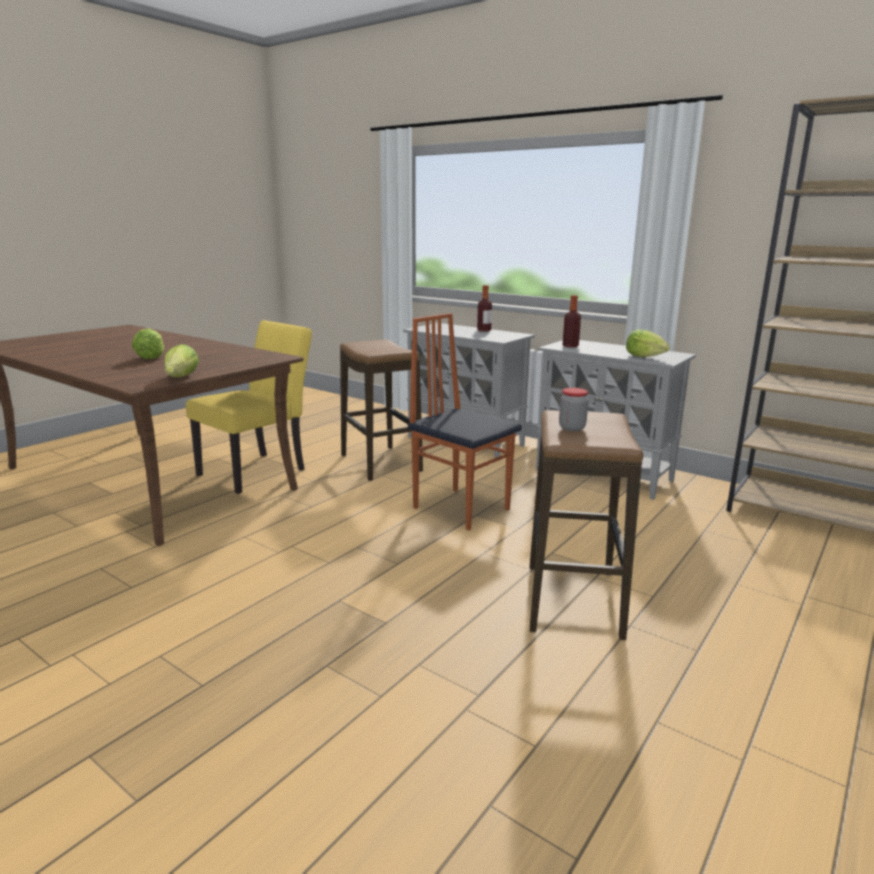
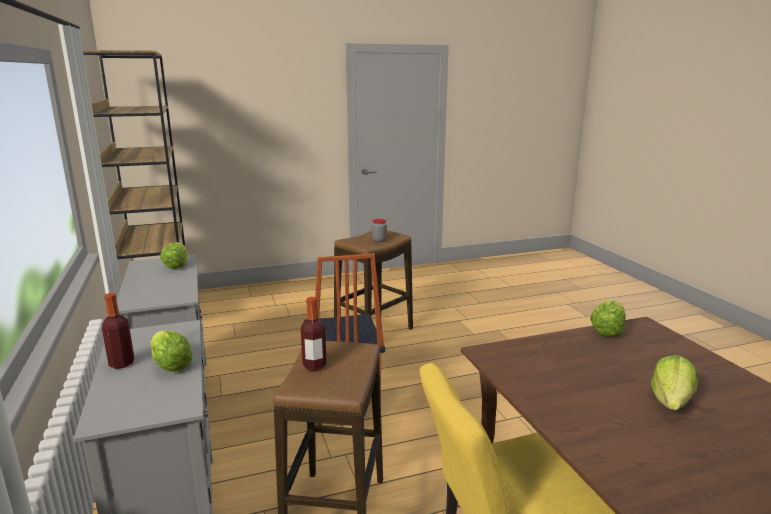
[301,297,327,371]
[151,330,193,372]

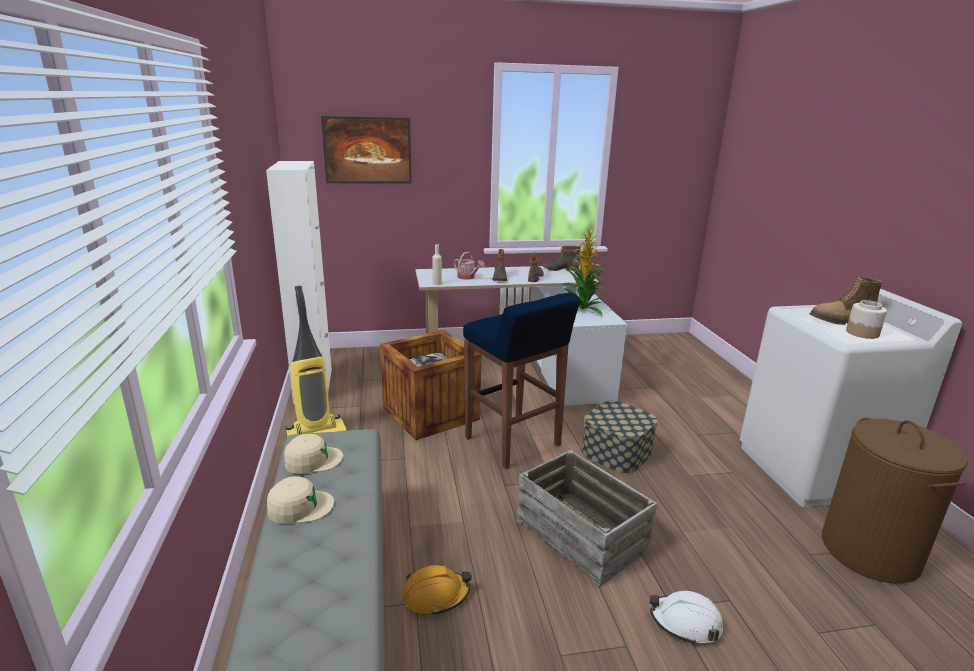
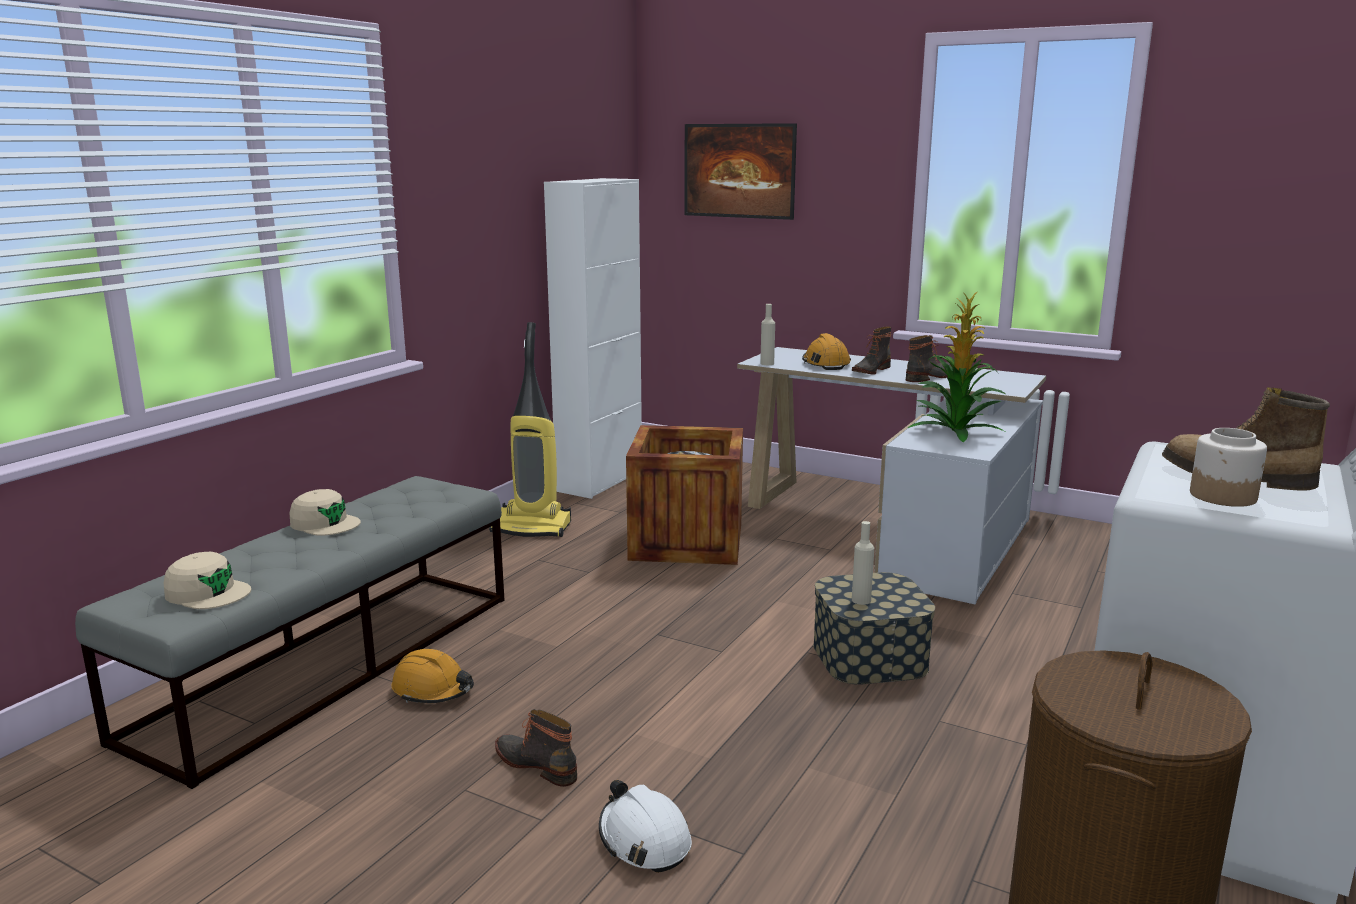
[164,552,251,609]
[802,333,851,370]
[463,292,580,469] (first image)
[516,450,657,587] (first image)
[495,709,577,787]
[852,521,874,605]

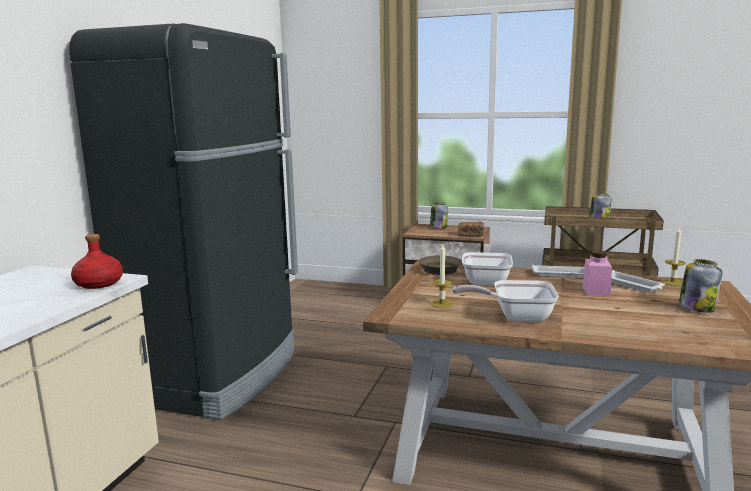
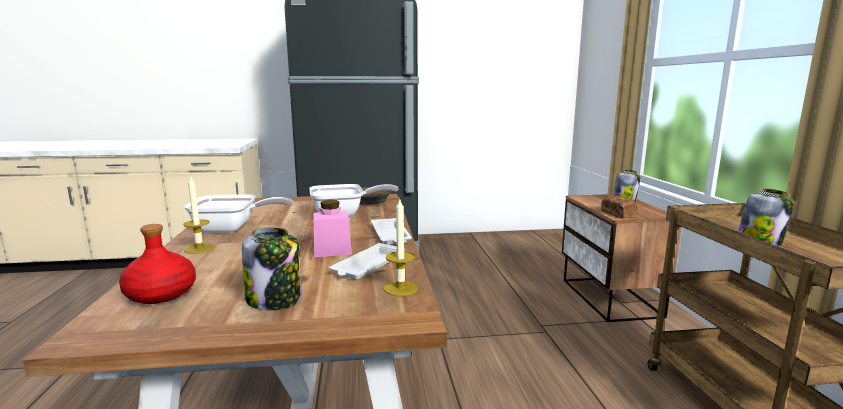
[119,224,196,304]
[183,175,215,254]
[184,194,293,233]

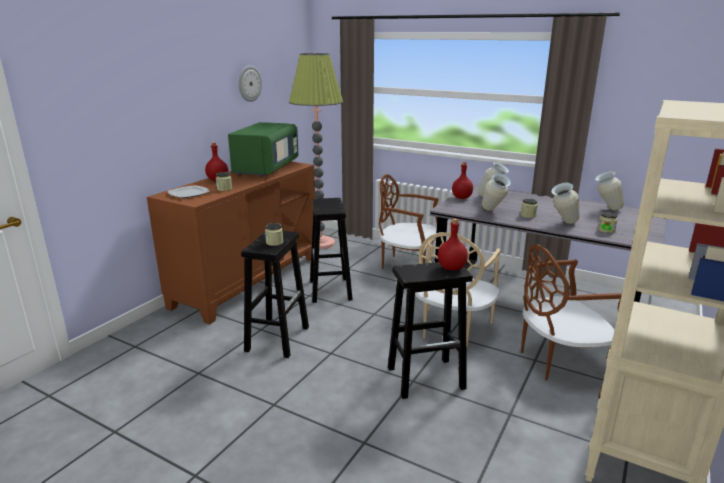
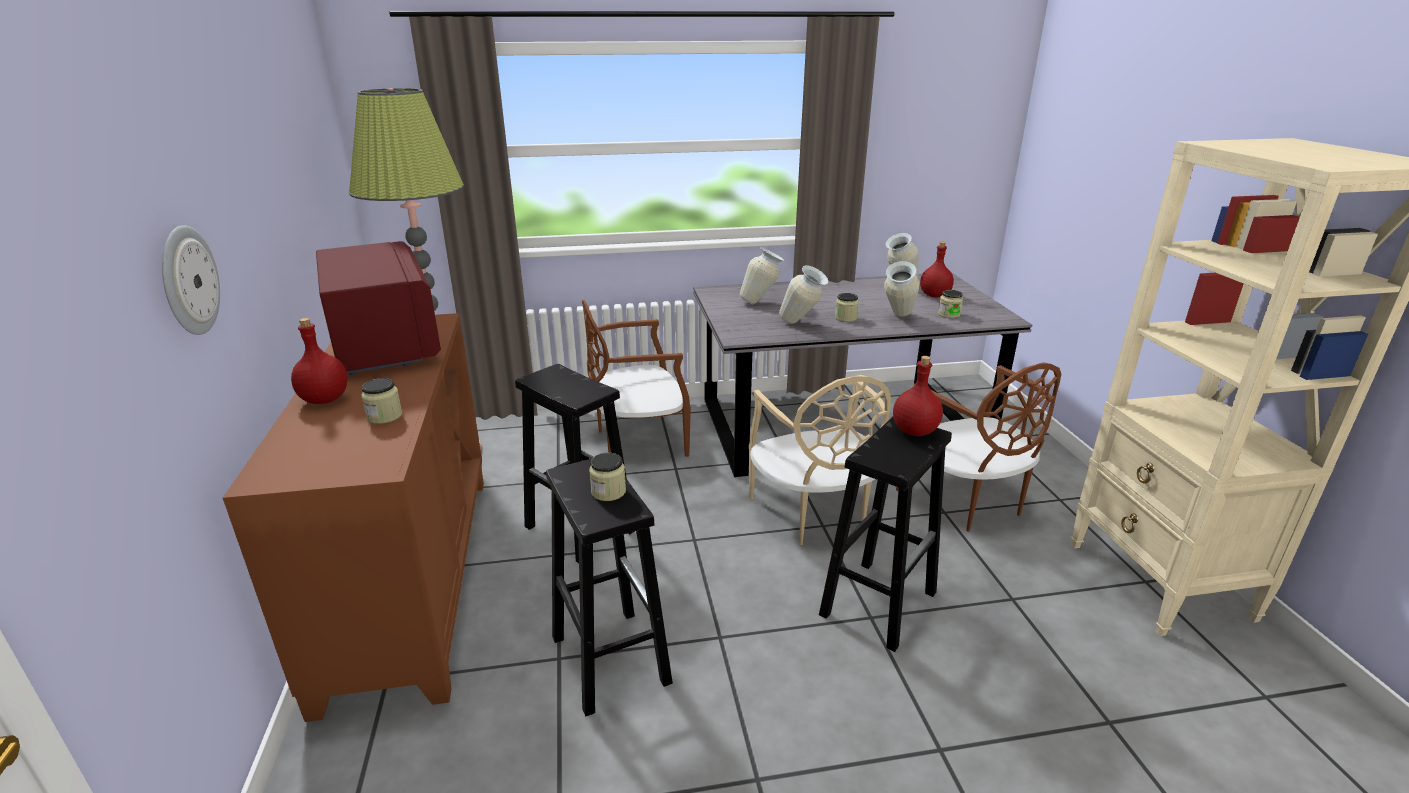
[168,185,210,198] (first image)
[316,241,441,375]
[162,225,220,335]
[920,242,954,298]
[896,362,1061,532]

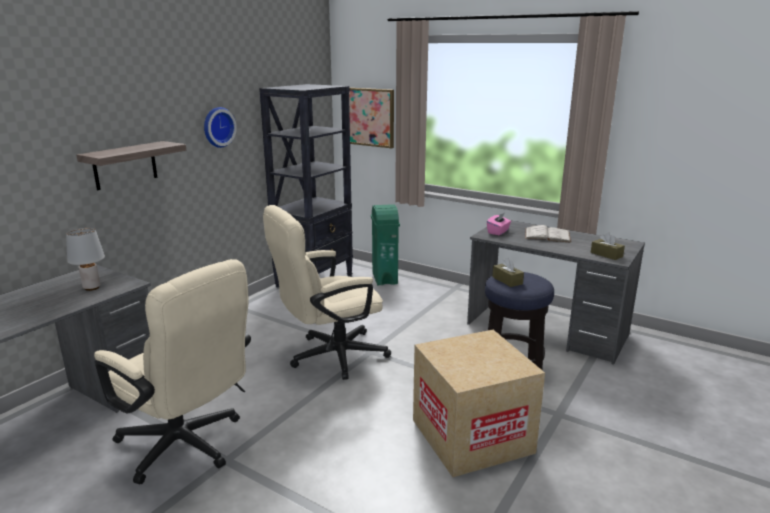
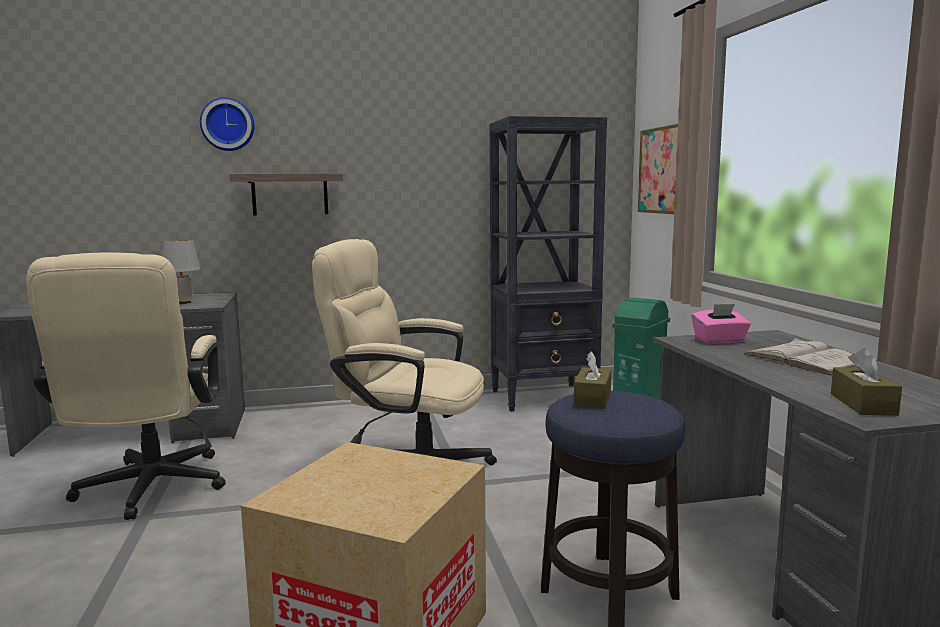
[200,97,254,151]

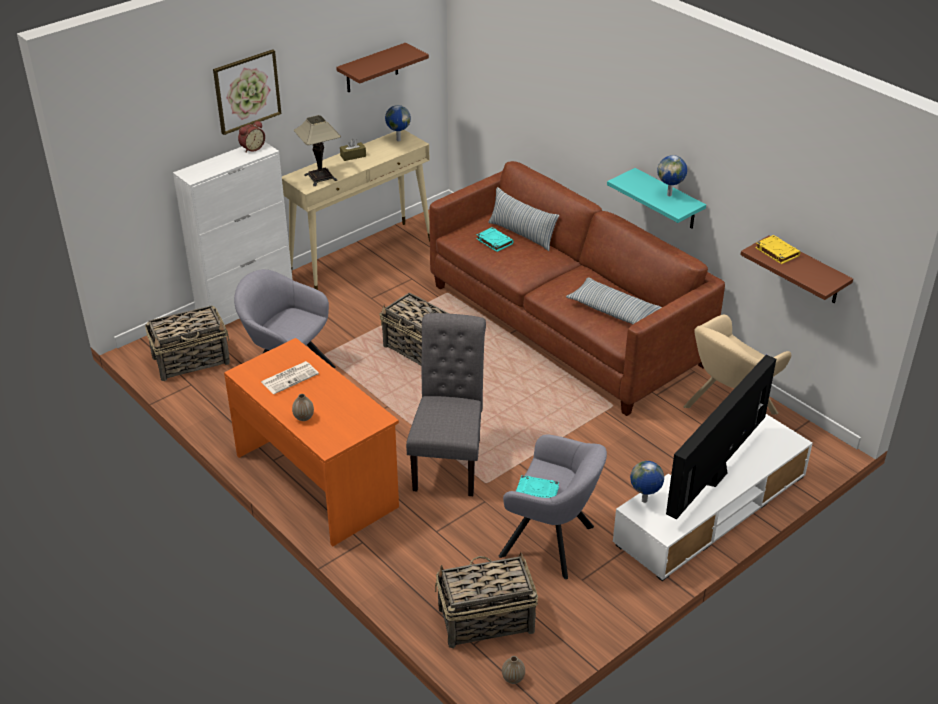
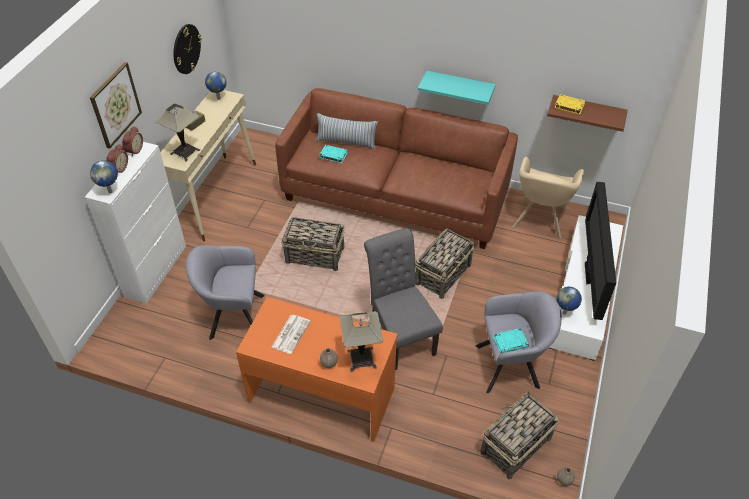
[415,229,475,299]
[173,24,202,74]
[566,277,662,324] (first image)
[90,160,118,193]
[106,144,128,173]
[340,311,383,372]

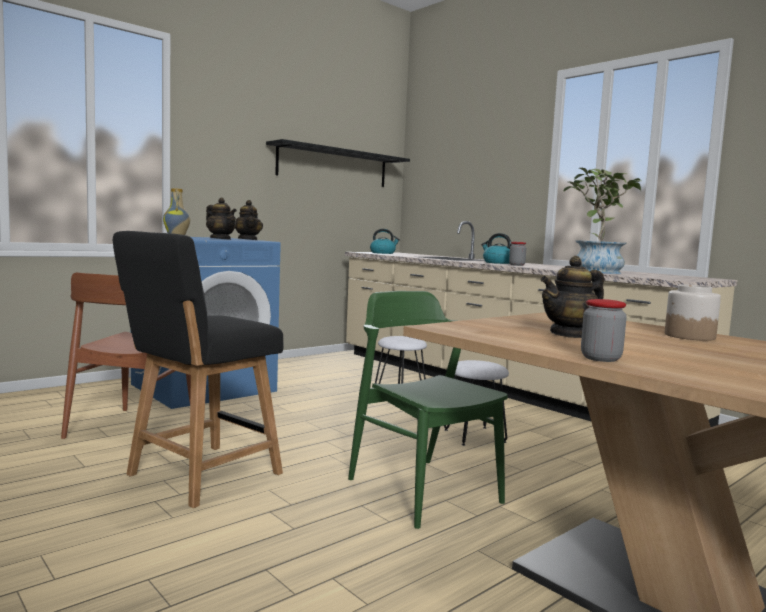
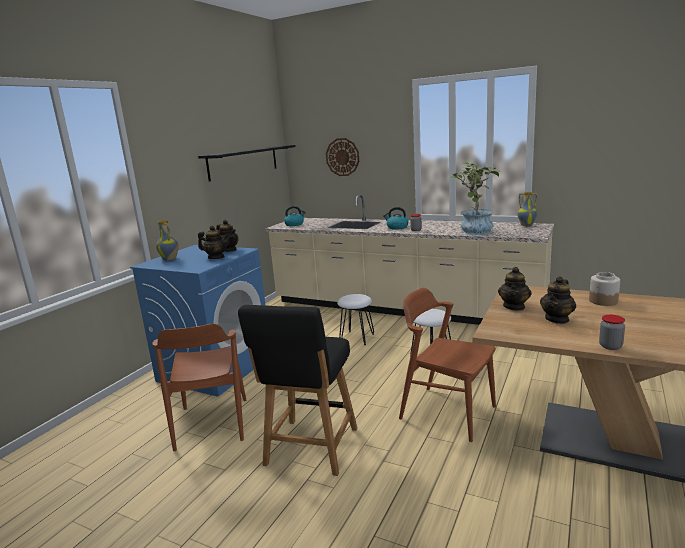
[399,288,496,442]
[326,138,359,176]
[498,267,532,311]
[518,192,538,226]

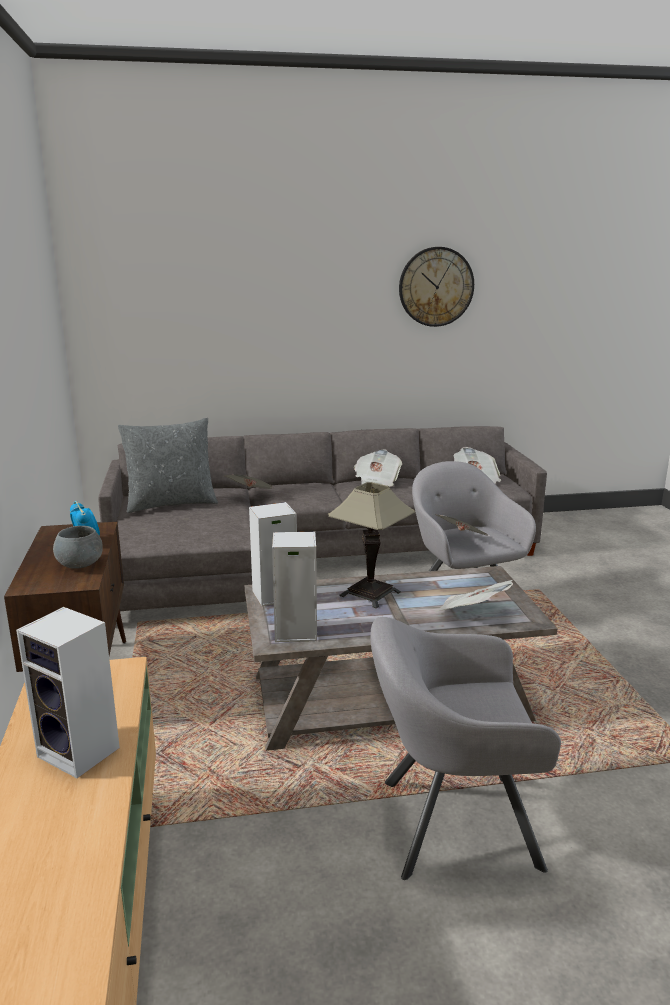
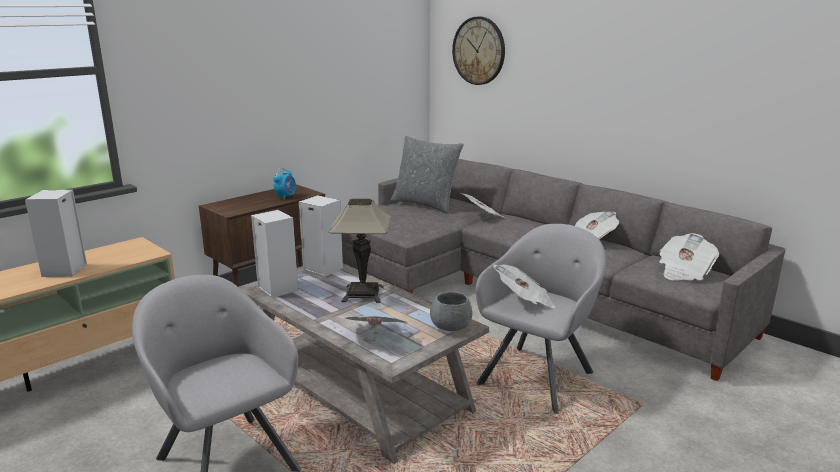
[430,292,472,331]
[452,17,505,85]

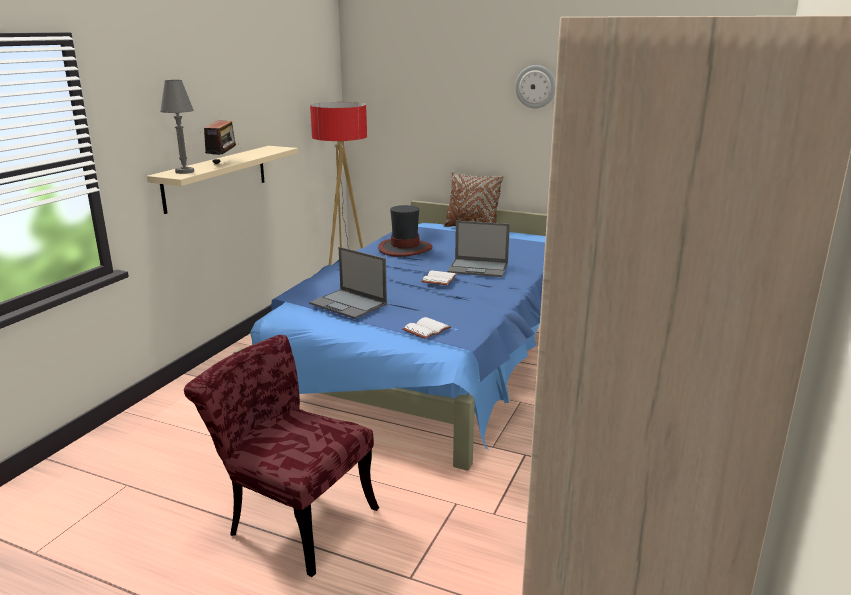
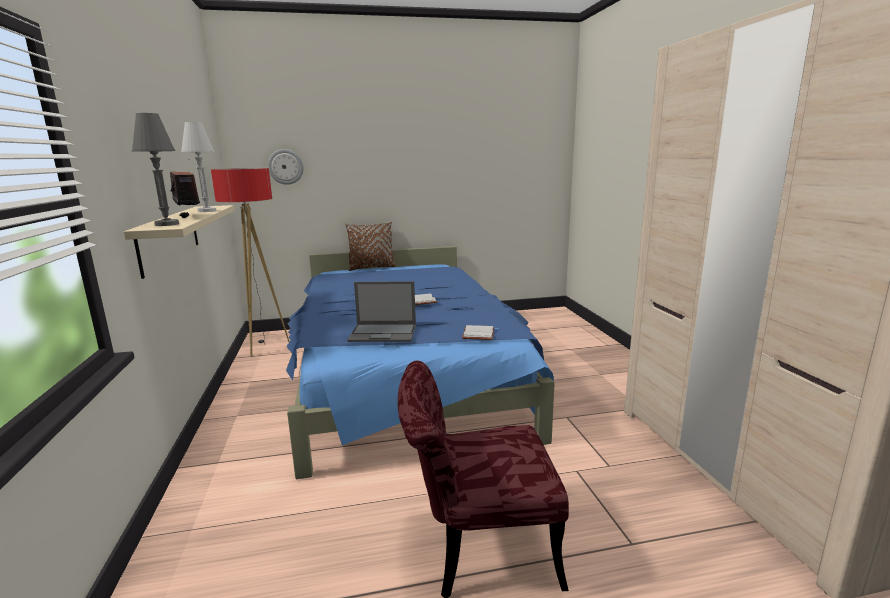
[378,205,432,257] (first image)
[447,221,510,277] (first image)
[268,149,304,185]
[181,122,216,212]

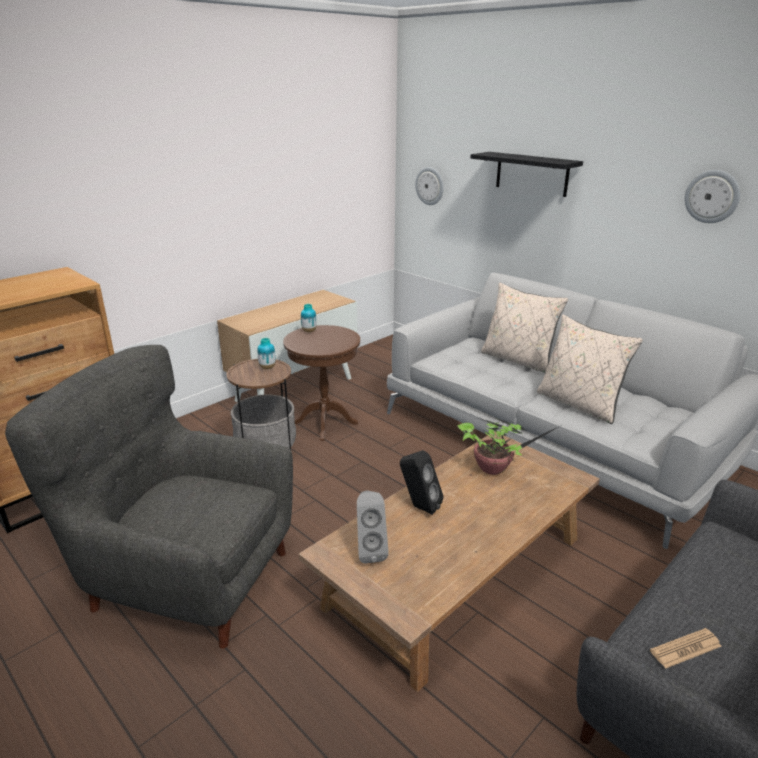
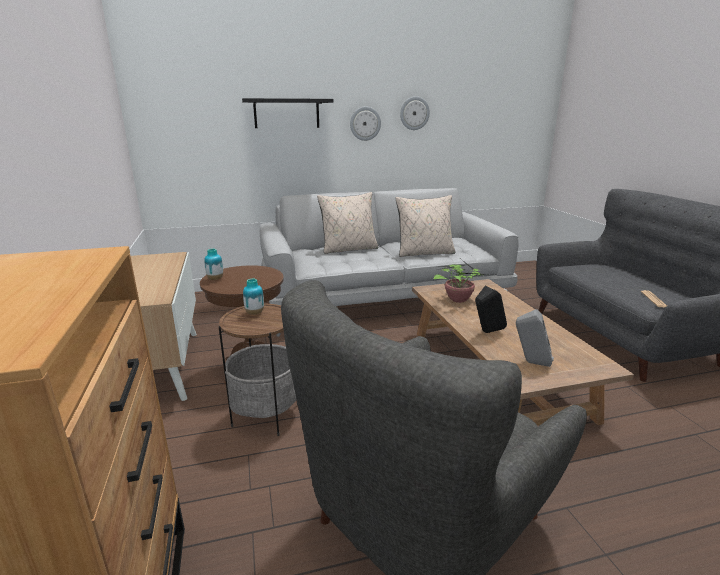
[350,107,381,141]

